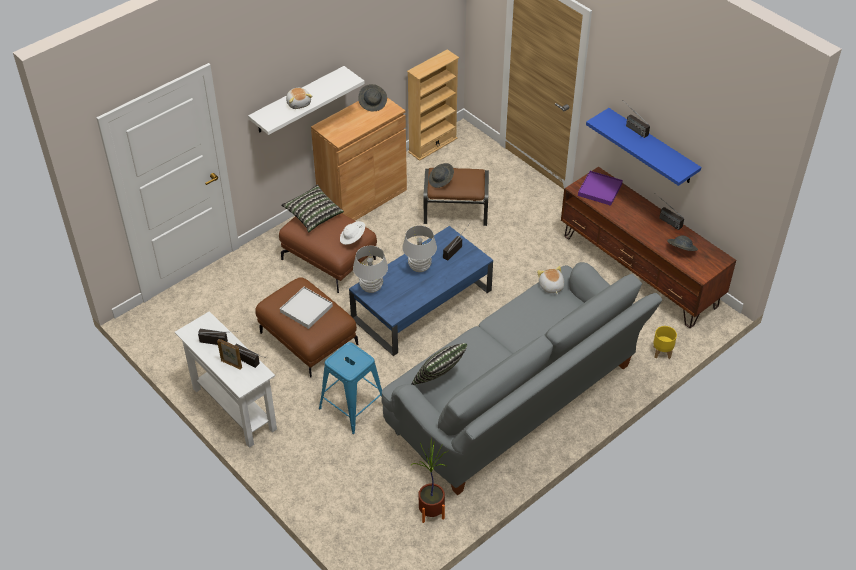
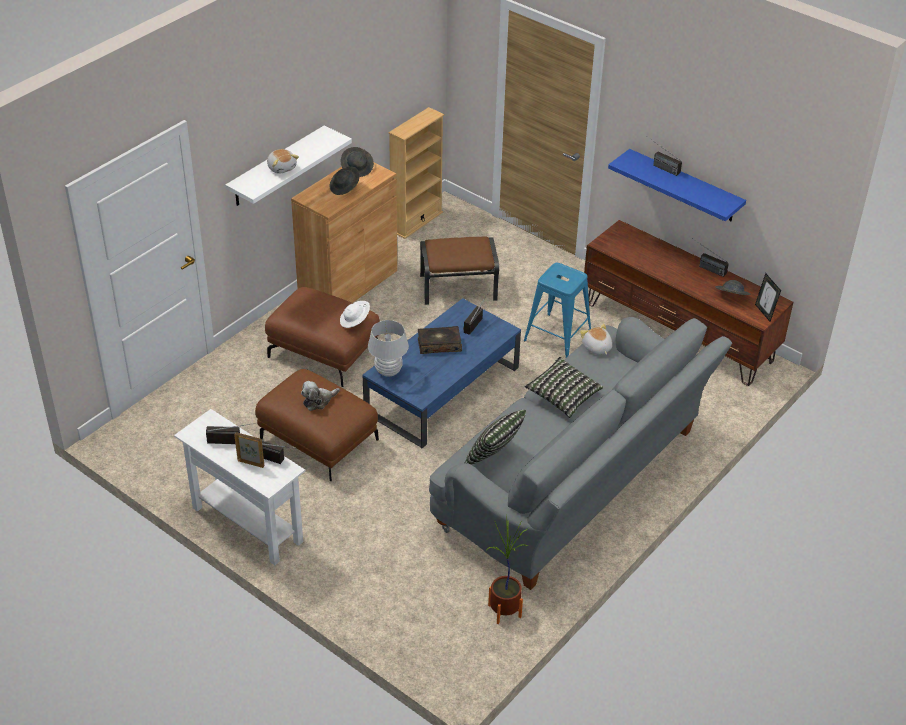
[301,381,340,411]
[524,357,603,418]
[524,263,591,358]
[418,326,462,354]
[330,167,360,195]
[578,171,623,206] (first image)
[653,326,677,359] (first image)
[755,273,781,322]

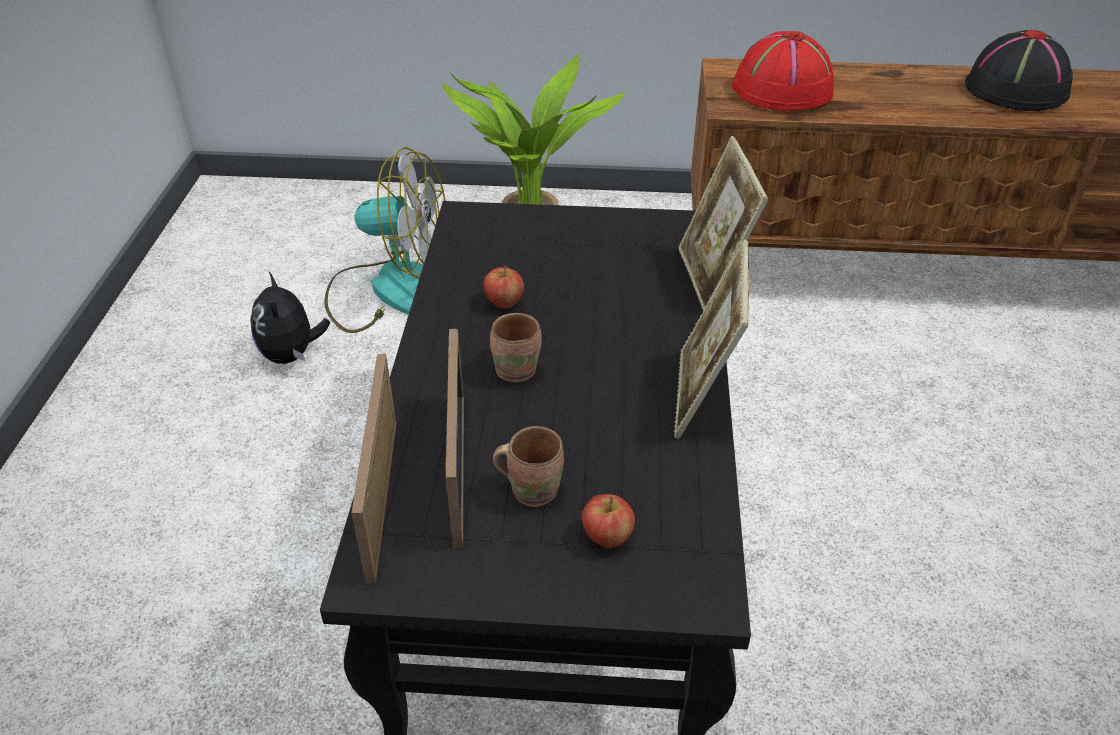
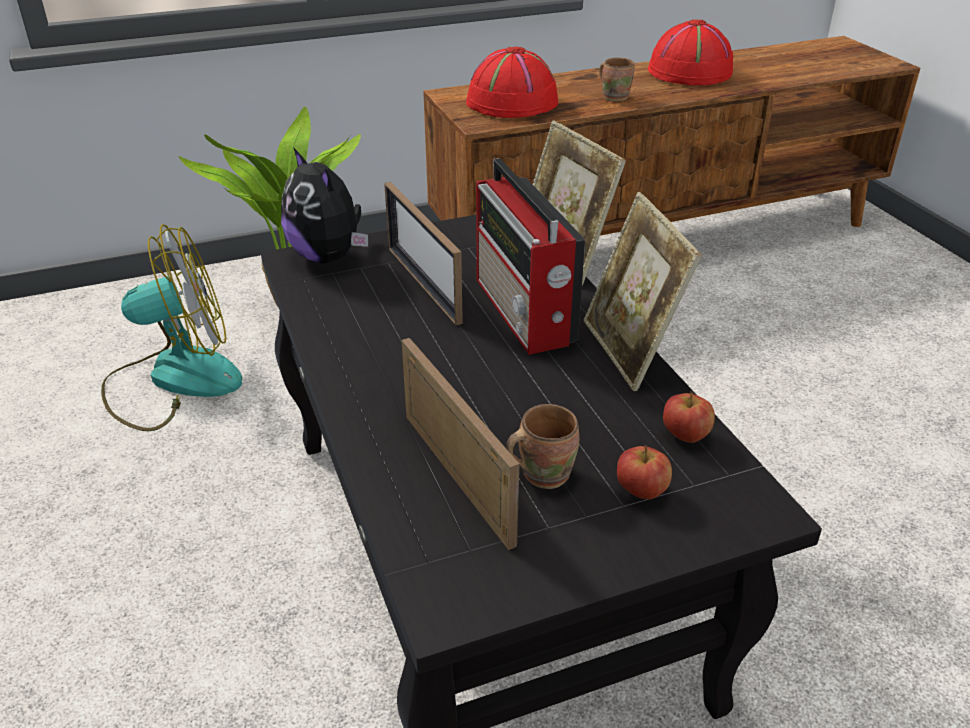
[281,147,368,263]
[384,182,463,325]
[663,391,715,443]
[599,58,635,101]
[648,19,733,85]
[476,158,585,355]

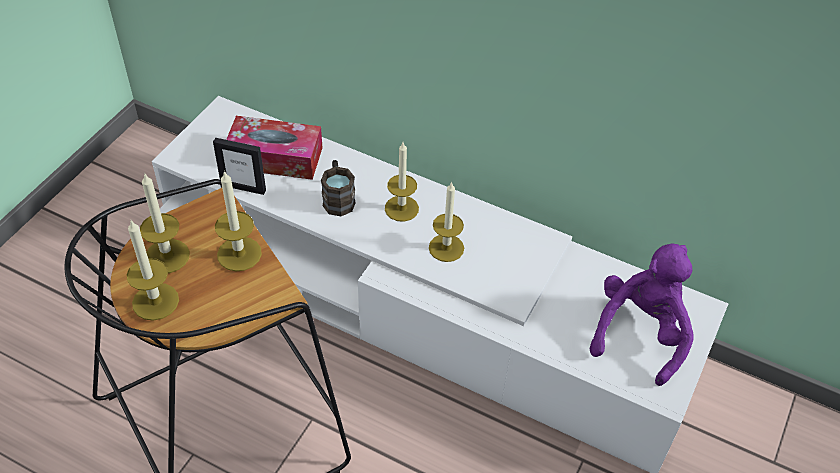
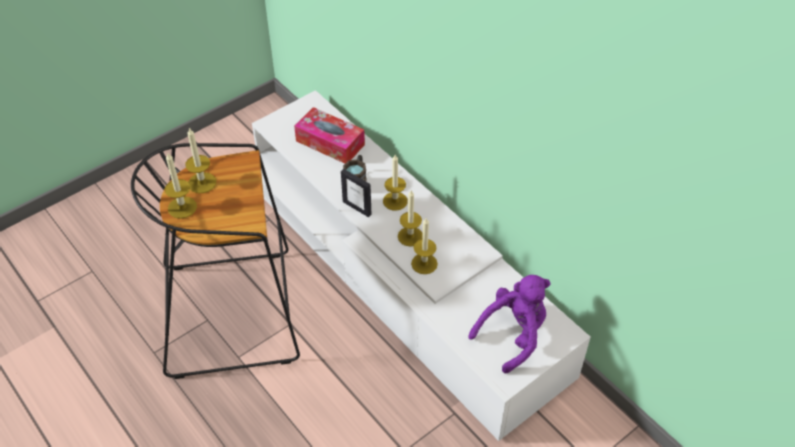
[341,169,372,217]
[411,218,438,274]

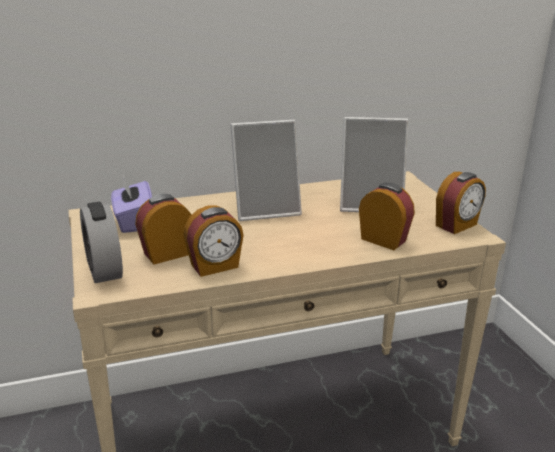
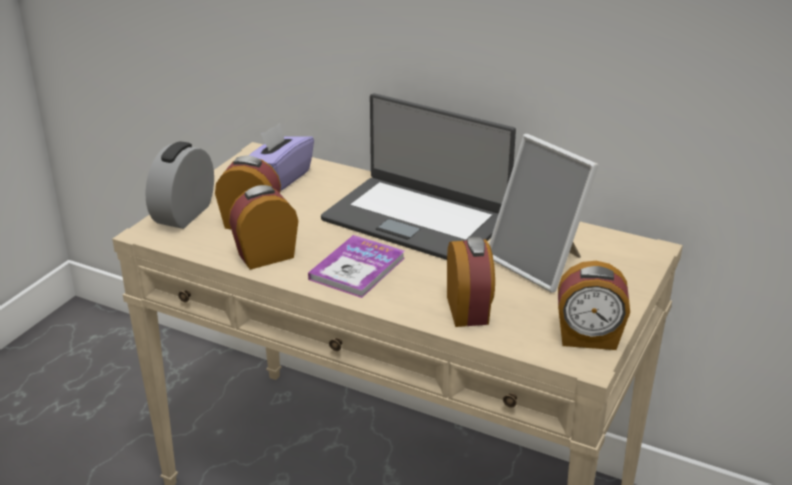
[229,185,298,270]
[321,93,516,260]
[308,235,405,298]

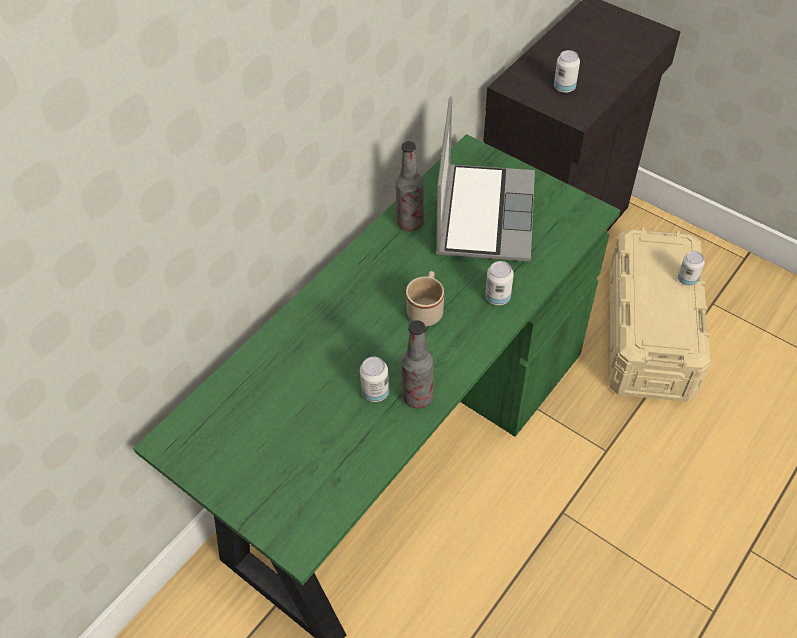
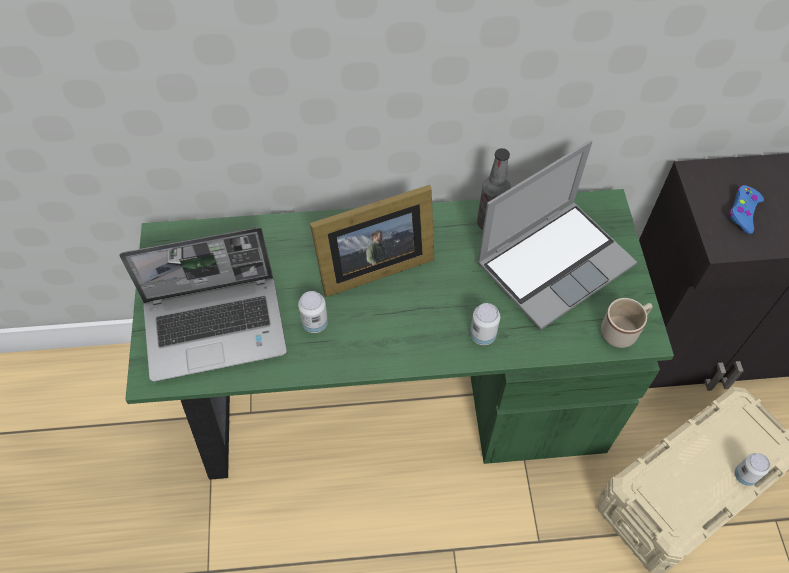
[401,320,434,409] (first image)
[601,298,653,348]
[729,185,764,234]
[119,227,287,382]
[310,185,434,297]

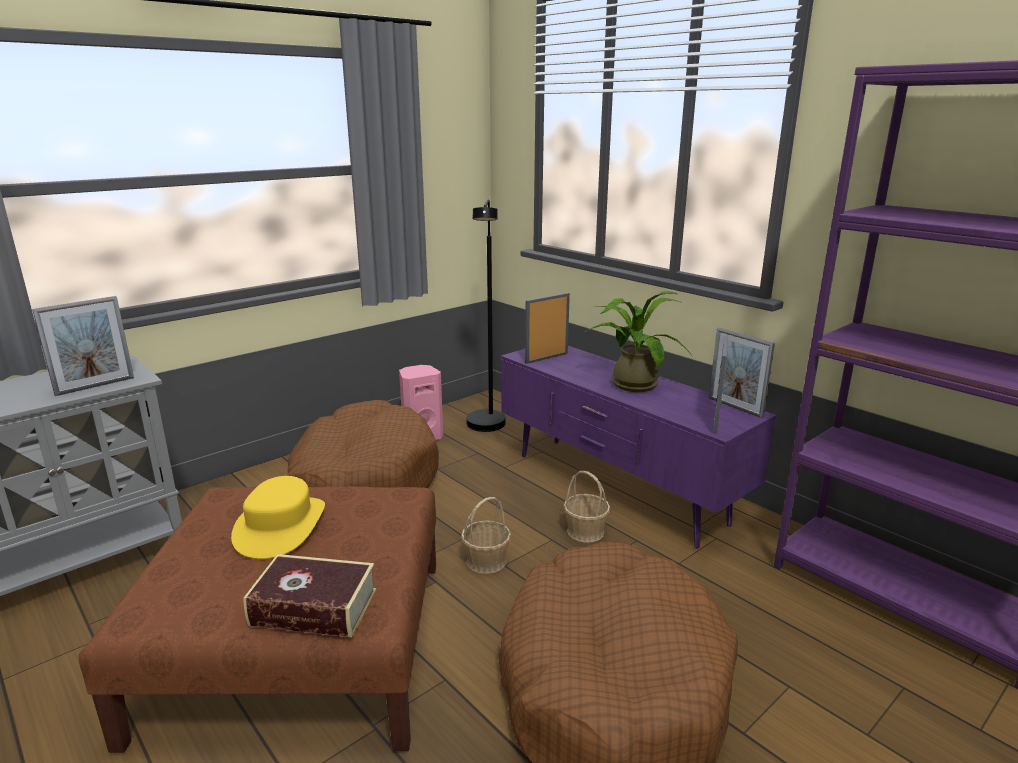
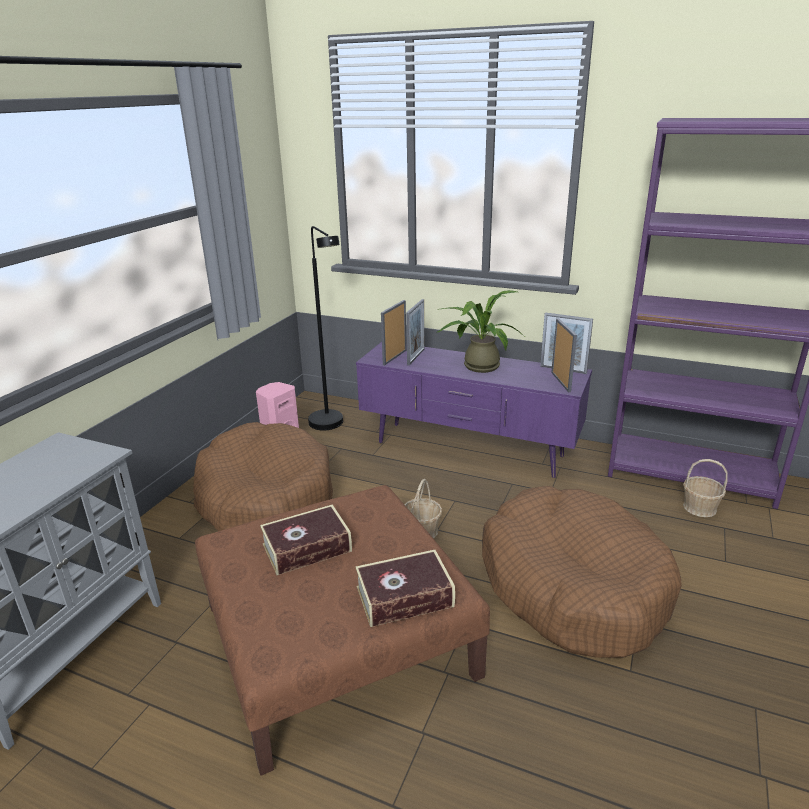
[406,299,424,365]
[260,505,352,575]
[683,459,728,517]

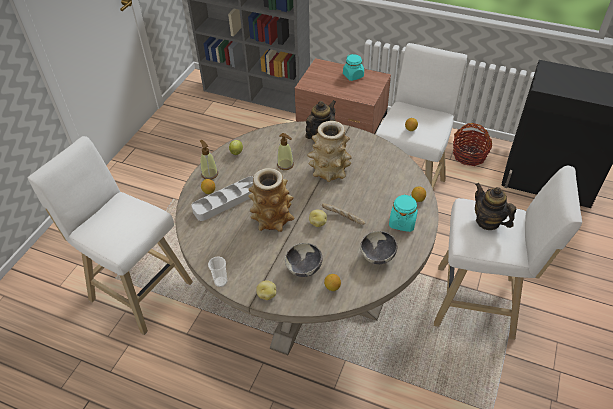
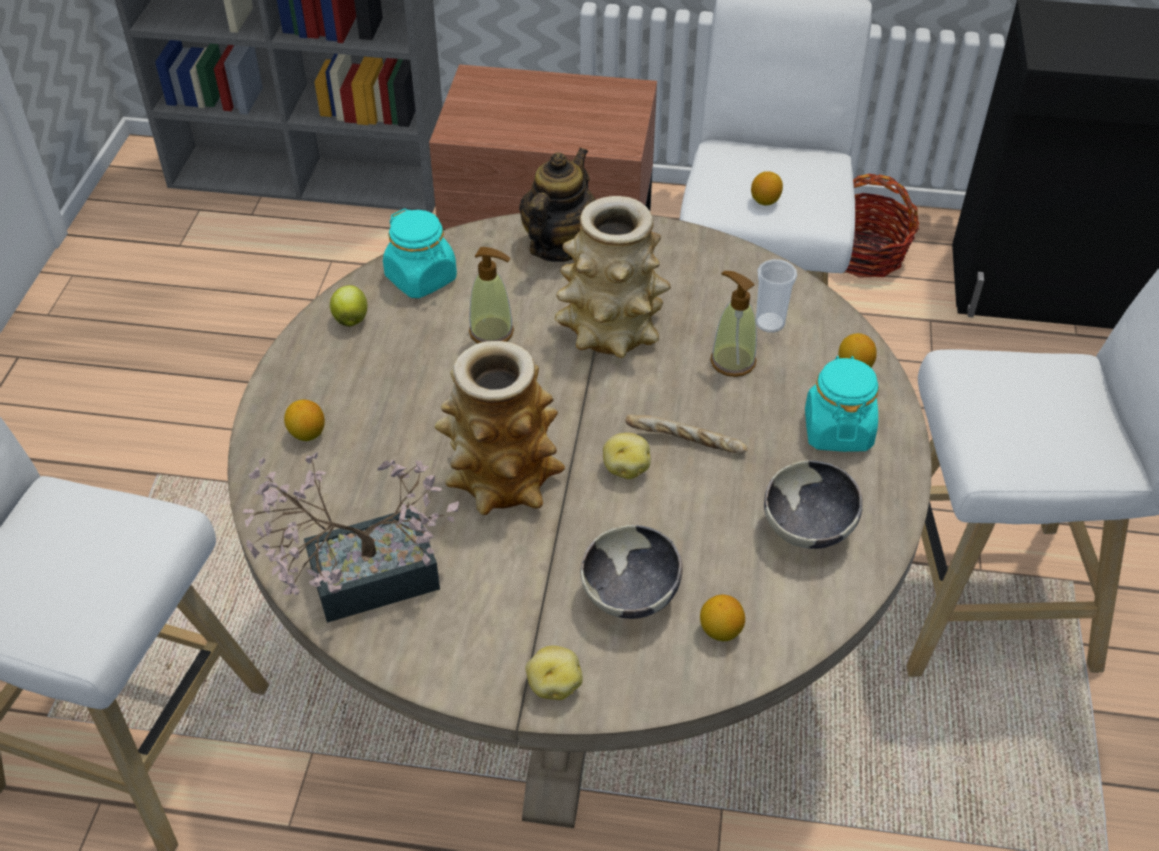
[191,176,253,221] (first image)
[710,271,757,377]
[756,259,797,333]
[383,208,457,298]
[475,183,516,230] (first image)
[243,452,459,623]

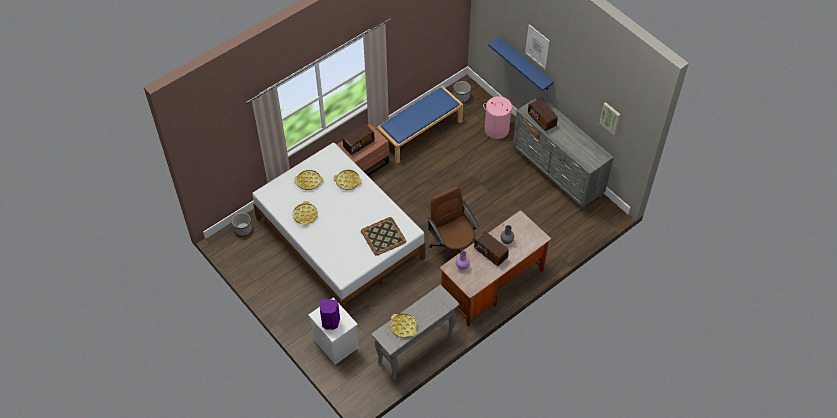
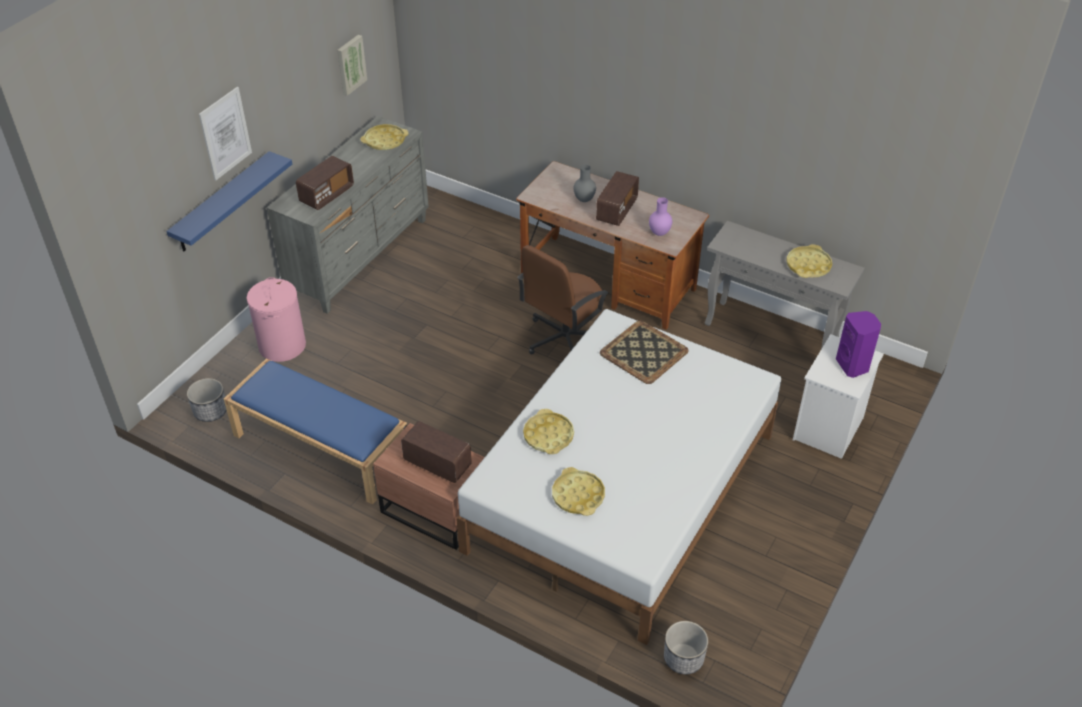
[360,124,409,150]

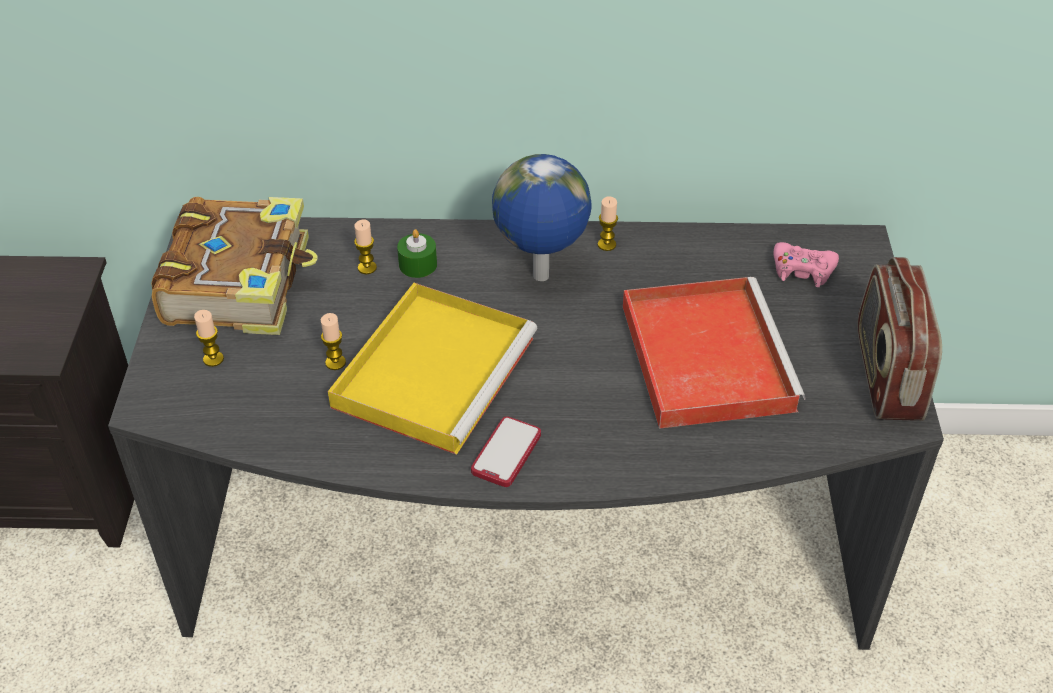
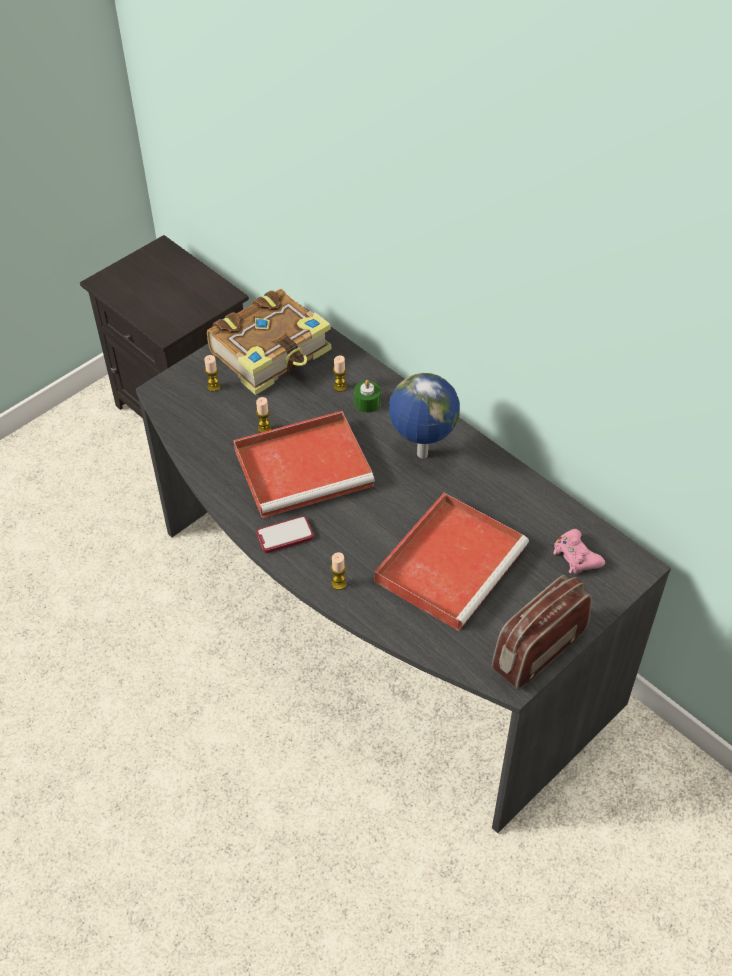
[234,411,375,518]
[331,552,347,590]

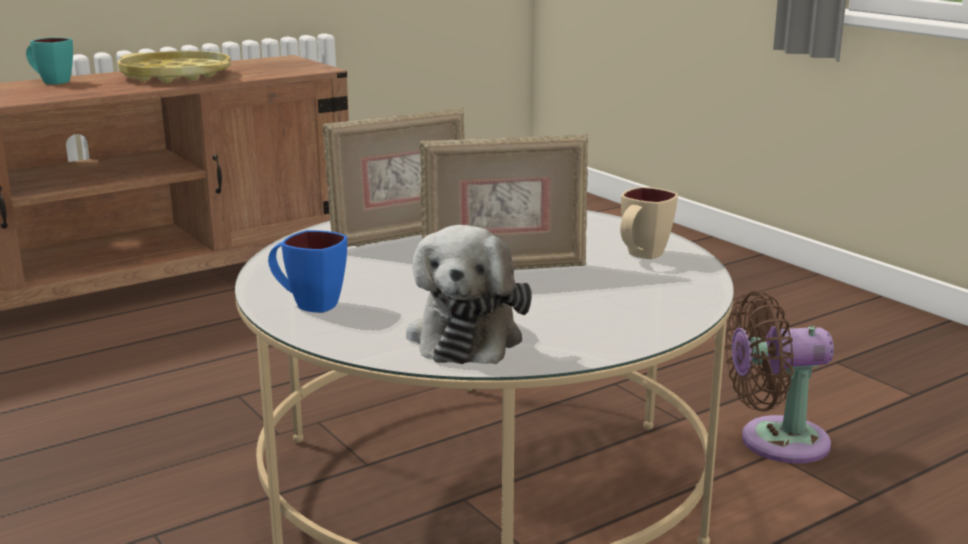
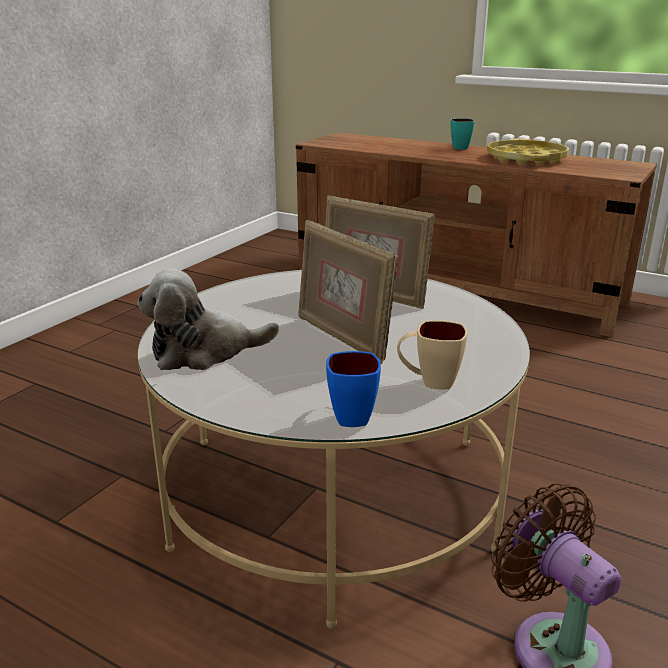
[326,351,381,427]

